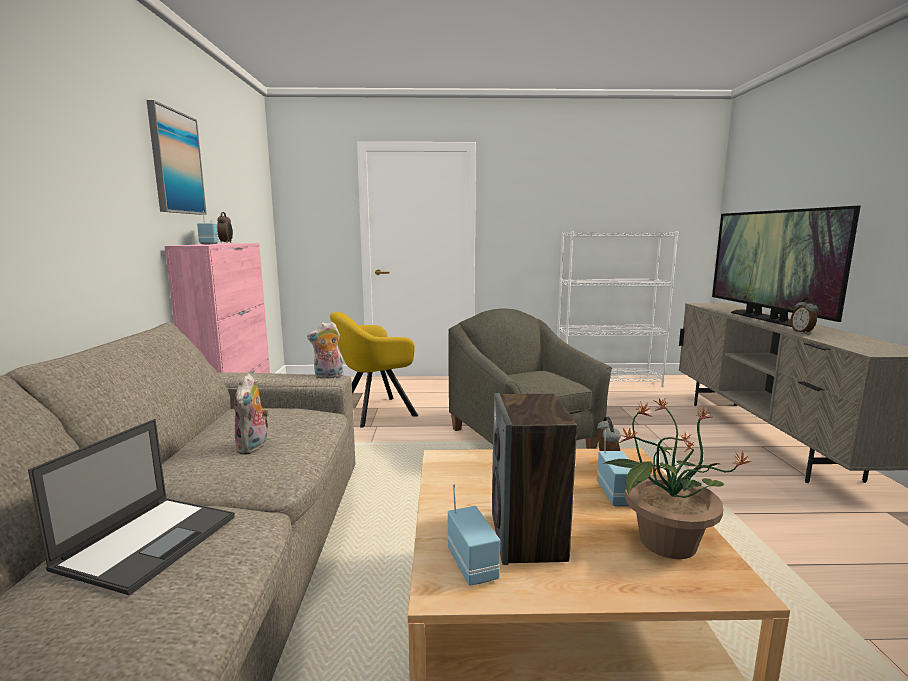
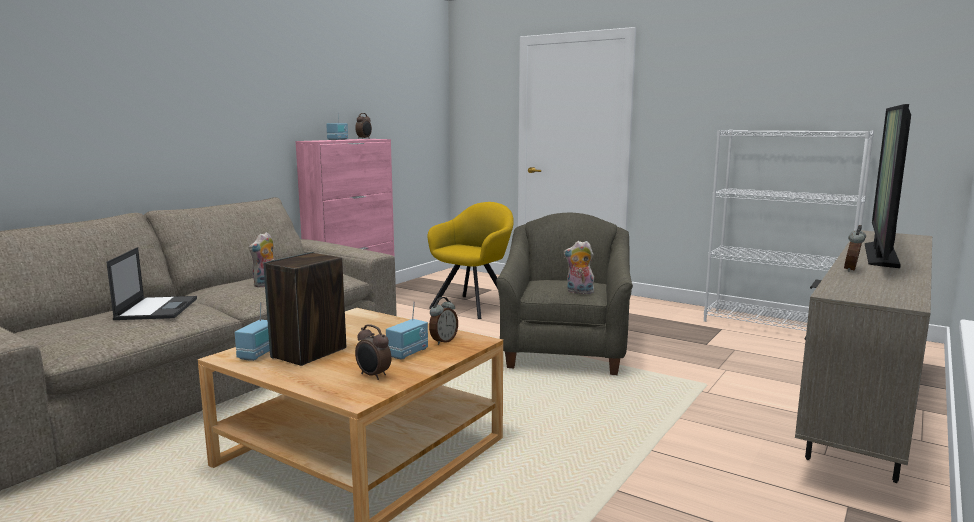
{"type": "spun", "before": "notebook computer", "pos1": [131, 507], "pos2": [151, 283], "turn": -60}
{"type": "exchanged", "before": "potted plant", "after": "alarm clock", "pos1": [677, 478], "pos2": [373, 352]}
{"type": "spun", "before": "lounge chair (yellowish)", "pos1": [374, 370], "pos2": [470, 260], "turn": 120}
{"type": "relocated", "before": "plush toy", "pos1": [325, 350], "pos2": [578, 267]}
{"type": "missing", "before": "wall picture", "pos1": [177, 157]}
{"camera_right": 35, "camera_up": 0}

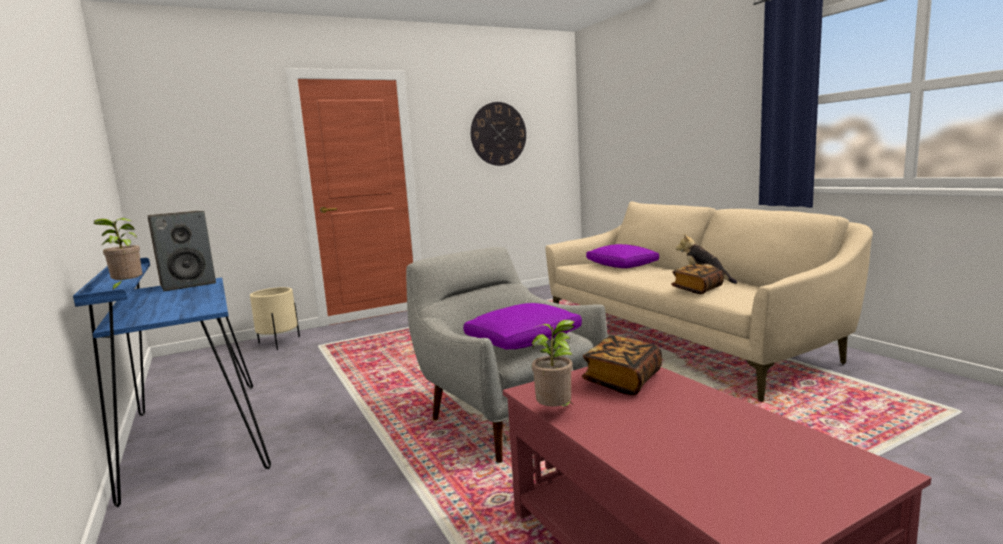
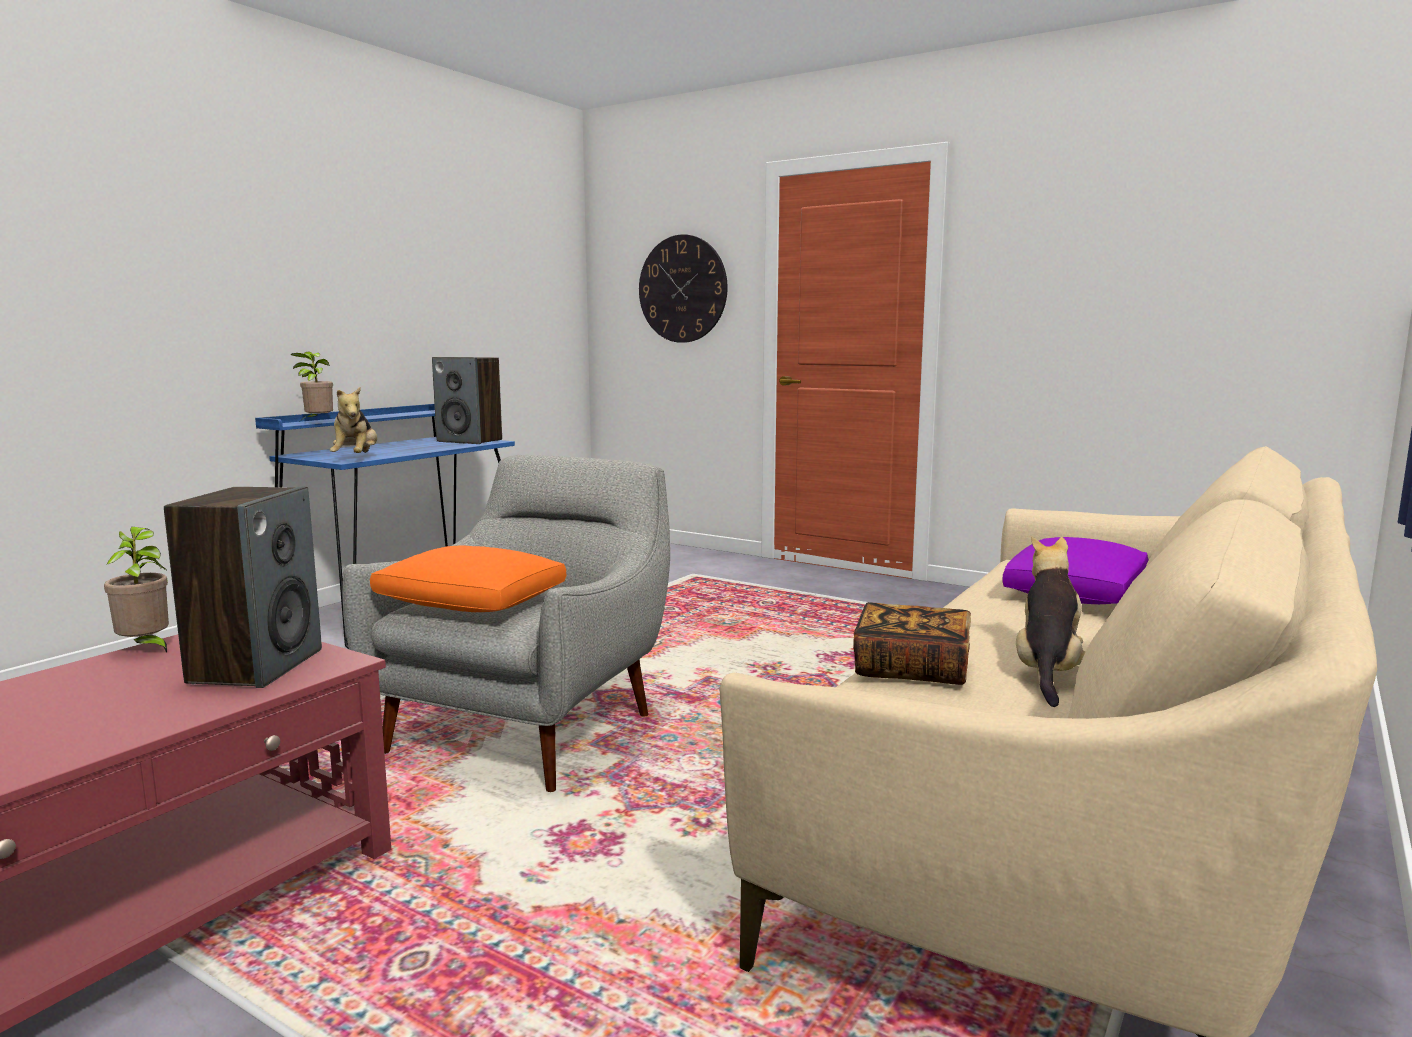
{"type": "exchanged", "before": "book", "after": "speaker", "pos1": [622, 365], "pos2": [243, 587]}
{"type": "appeared", "after": "plush toy", "pos2": [353, 420]}
{"type": "colour", "before": "throw pillow (purplish)", "after": "throw pillow (orangey)", "pos1": [522, 326], "pos2": [468, 579]}
{"type": "relocated", "before": "hanging clock", "pos1": [498, 134], "pos2": [683, 288]}
{"type": "missing", "before": "flower pot (beige)", "pos1": [275, 318]}
{"camera_right": 60, "camera_up": 0}

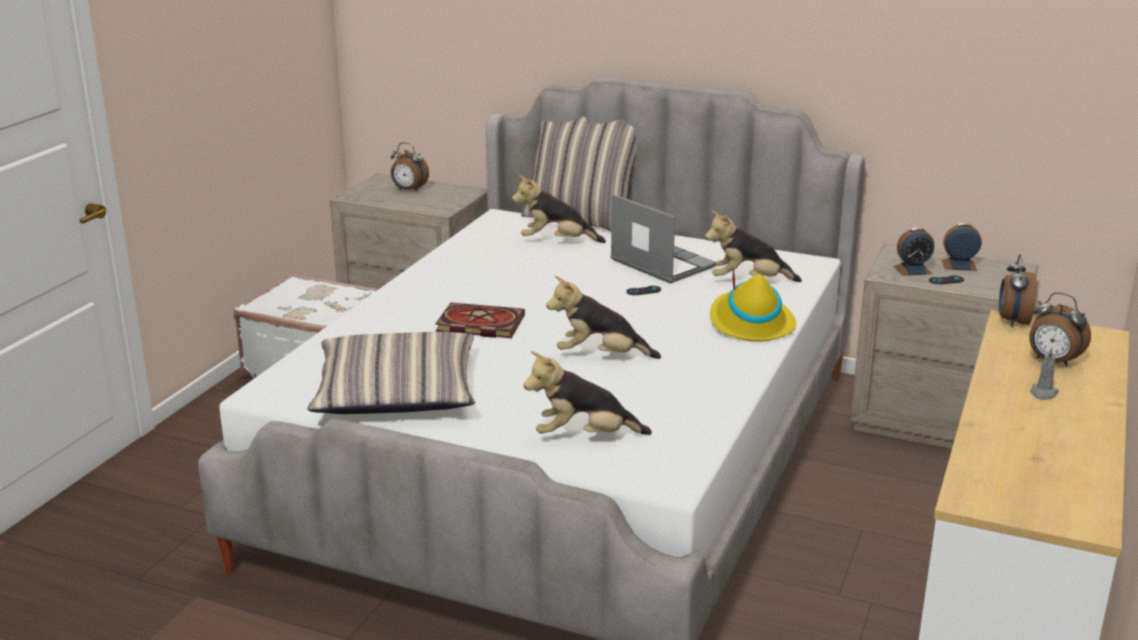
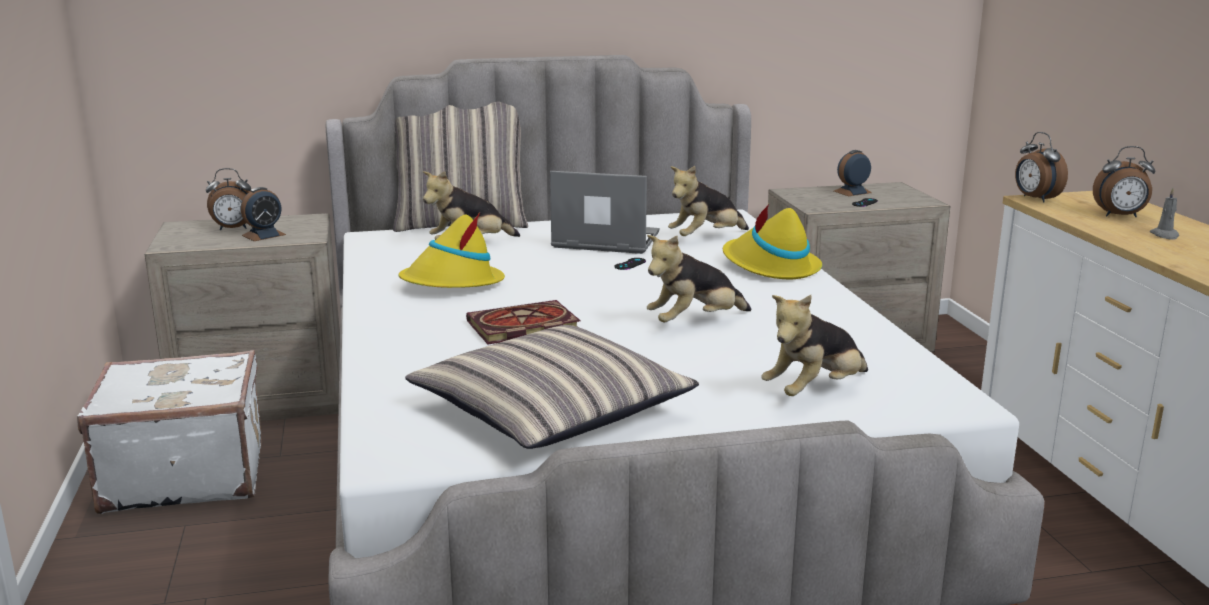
{"type": "relocated", "before": "alarm clock", "pos1": [913, 251], "pos2": [263, 214]}
{"type": "appeared", "after": "clothing hat (yellowish)", "pos2": [451, 250]}
{"camera_right": -35, "camera_up": -5}

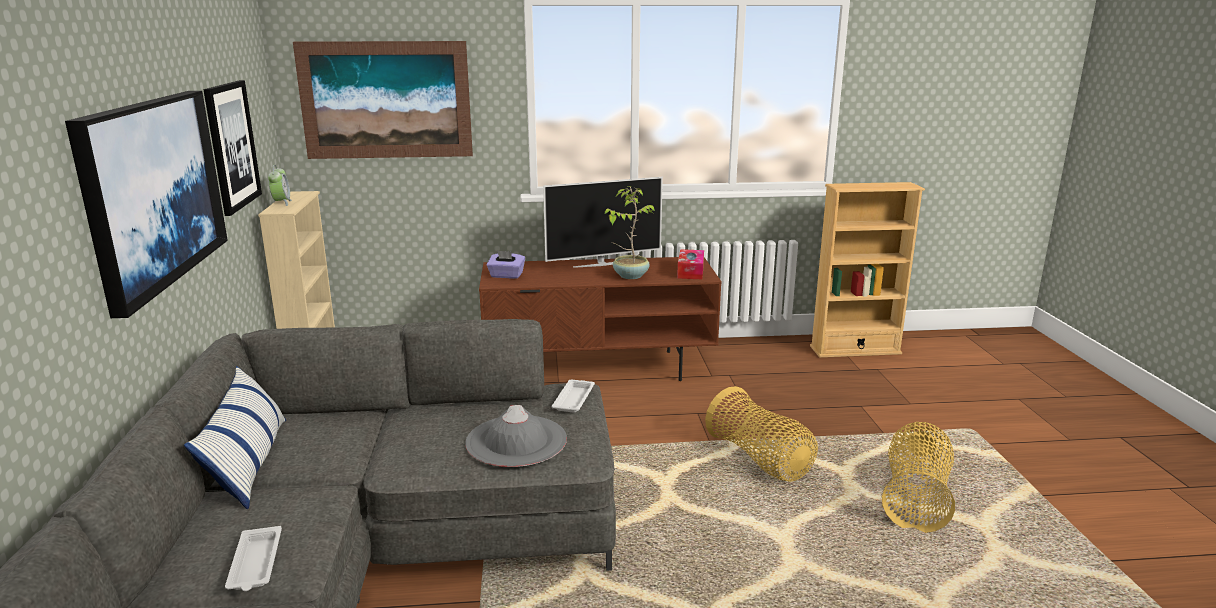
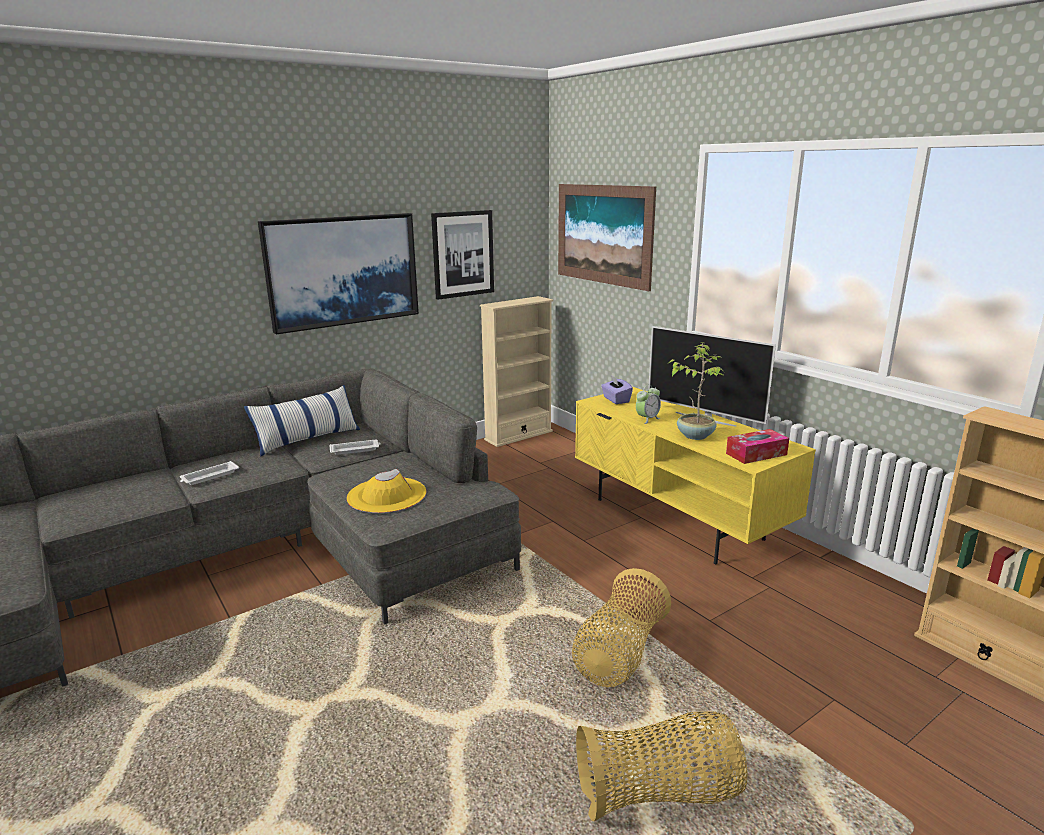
{"type": "relocated", "before": "tray (white-coloured)", "pos1": [573, 396], "pos2": [355, 447]}
{"type": "colour", "before": "clothing hat (greyish)", "after": "clothing hat (yellowish)", "pos1": [516, 436], "pos2": [386, 491]}
{"type": "colour", "before": "tv stand (brownish)", "after": "tv stand (yellowish)", "pos1": [600, 319], "pos2": [695, 475]}
{"type": "relocated", "before": "alarm clock", "pos1": [280, 185], "pos2": [648, 404]}
{"camera_right": 60, "camera_up": 0}

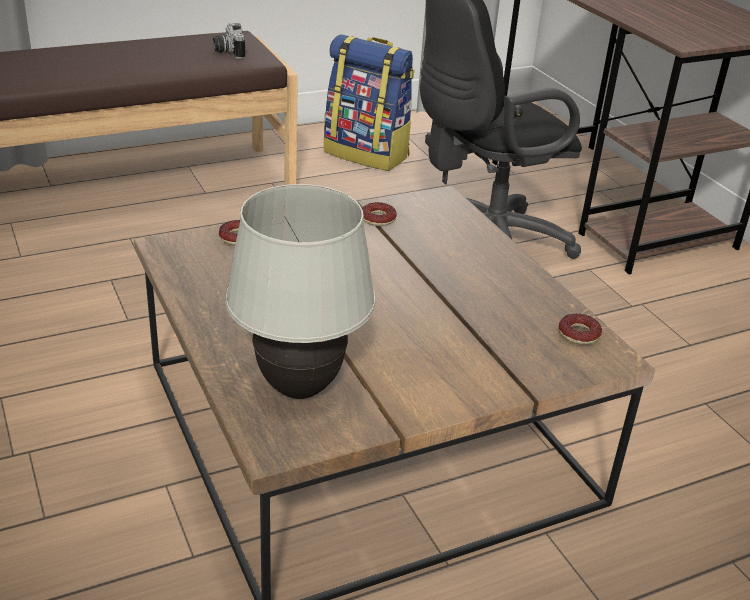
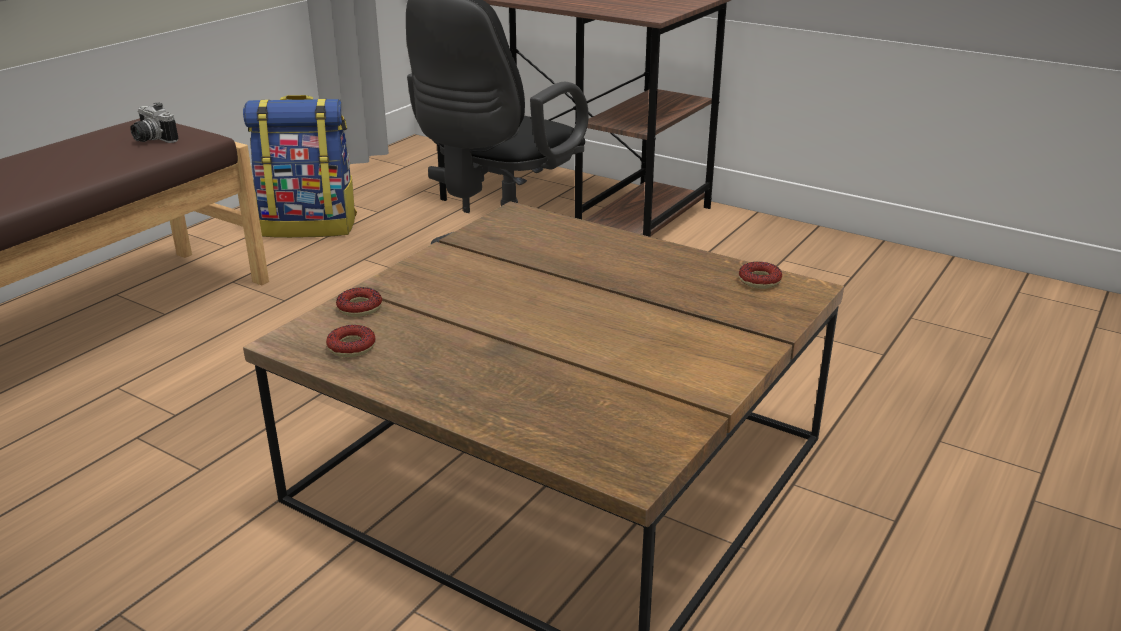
{"type": "relocated", "before": "doughnut", "pos1": [379, 214], "pos2": [351, 341]}
{"type": "missing", "before": "tabletop lamp (white-coloured)", "pos1": [300, 291]}
{"camera_right": -30, "camera_up": -5}

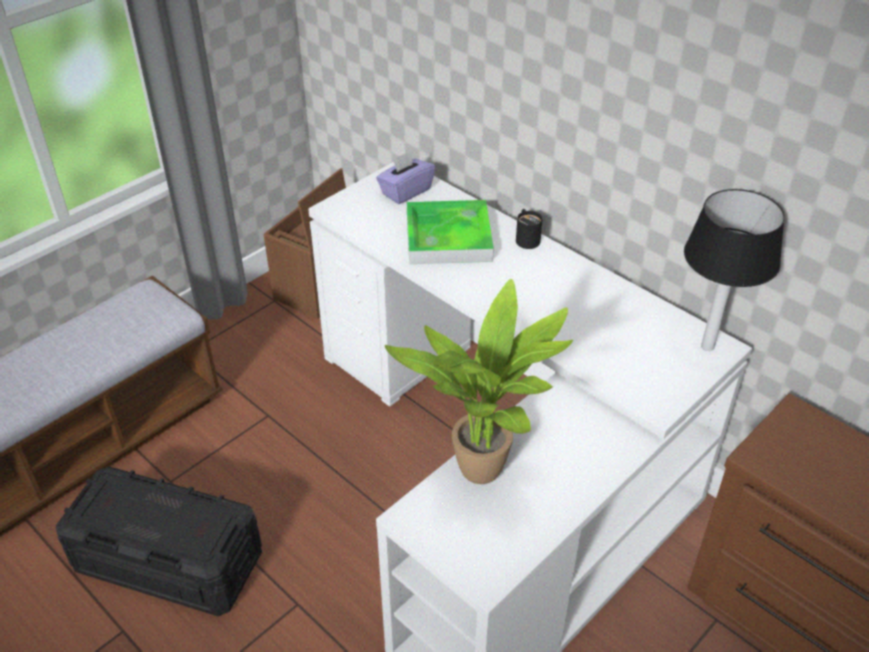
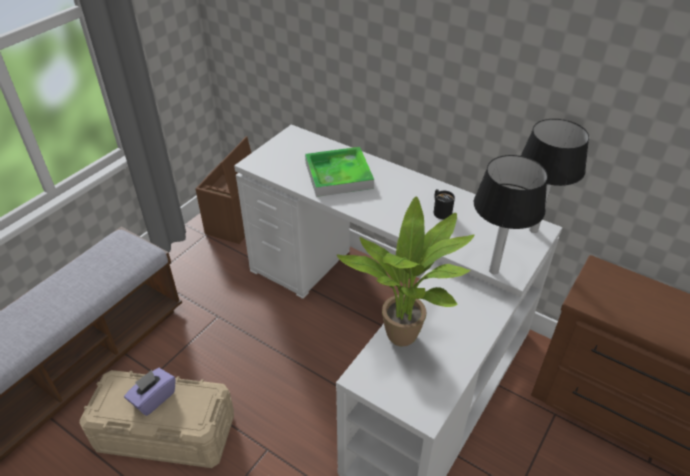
{"type": "colour", "before": "storage box (black-coloured)", "after": "storage box (beige)", "pos1": [159, 541], "pos2": [156, 419]}
{"type": "relocated", "before": "box of tissues (purplish)", "pos1": [405, 177], "pos2": [149, 392]}
{"type": "relocated", "before": "mug (black-coloured)", "pos1": [529, 229], "pos2": [444, 204]}
{"type": "appeared", "after": "tabletop lamp", "pos2": [511, 214]}
{"camera_right": -10, "camera_up": 0}

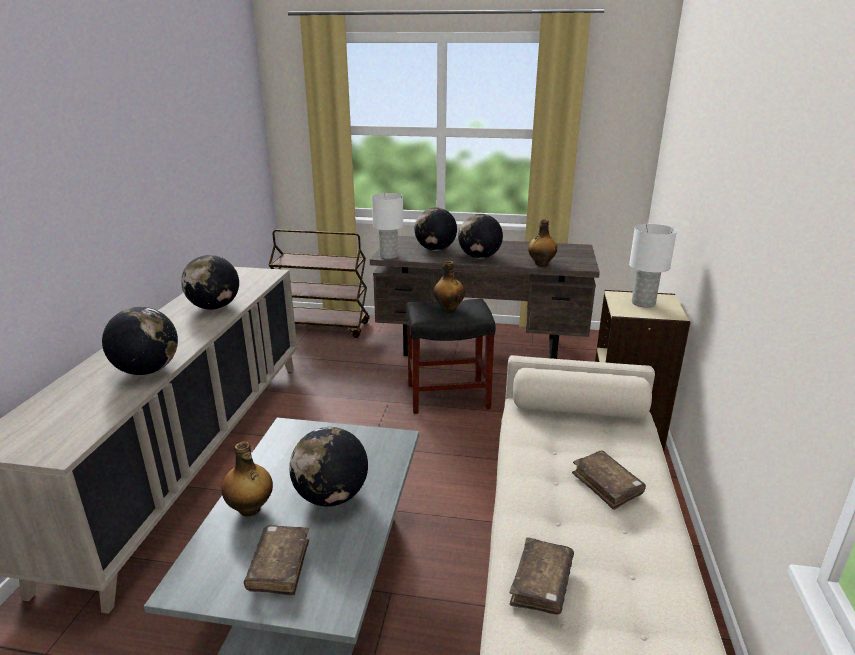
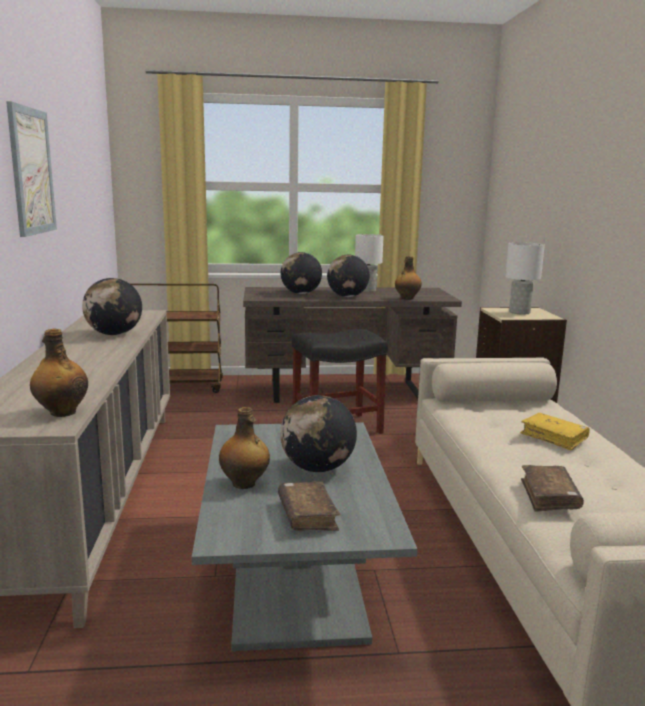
{"type": "appeared", "after": "wall picture", "pos2": [31, 169]}
{"type": "relocated", "before": "bottle", "pos1": [449, 286], "pos2": [59, 373]}
{"type": "relocated", "before": "tabletop lamp (white-coloured)", "pos1": [387, 226], "pos2": [369, 263]}
{"type": "colour", "before": "book (brownish)", "after": "book (yellowish)", "pos1": [609, 480], "pos2": [554, 432]}
{"type": "missing", "before": "desk globe", "pos1": [140, 341]}
{"camera_right": -15, "camera_up": -10}

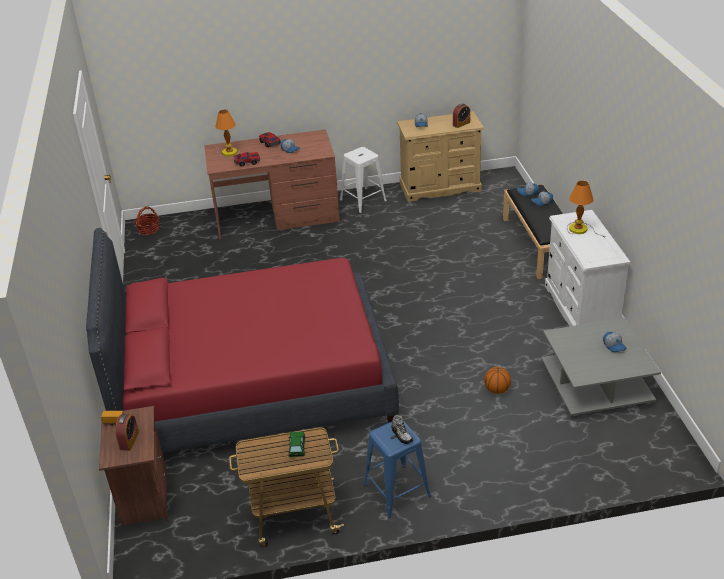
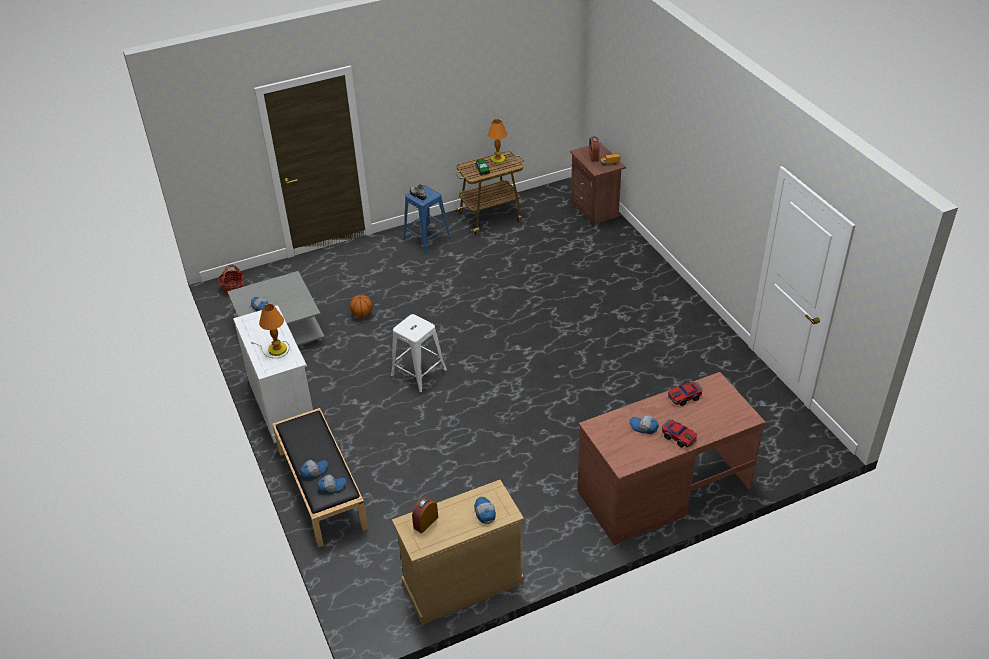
{"type": "relocated", "before": "household basket", "pos1": [147, 220], "pos2": [231, 279]}
{"type": "relocated", "before": "stool seat (white-coloured)", "pos1": [363, 180], "pos2": [419, 353]}
{"type": "relocated", "before": "tabletop lamp", "pos1": [226, 133], "pos2": [504, 142]}
{"type": "missing", "before": "sleeping bed (red)", "pos1": [242, 340]}
{"camera_right": 165, "camera_up": 5}

